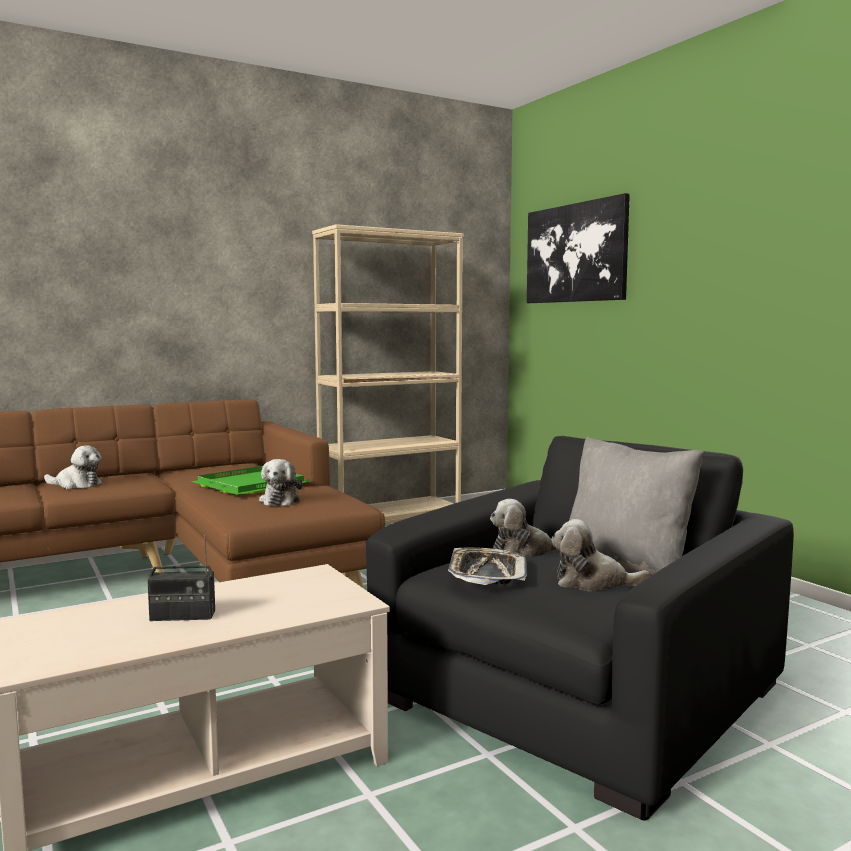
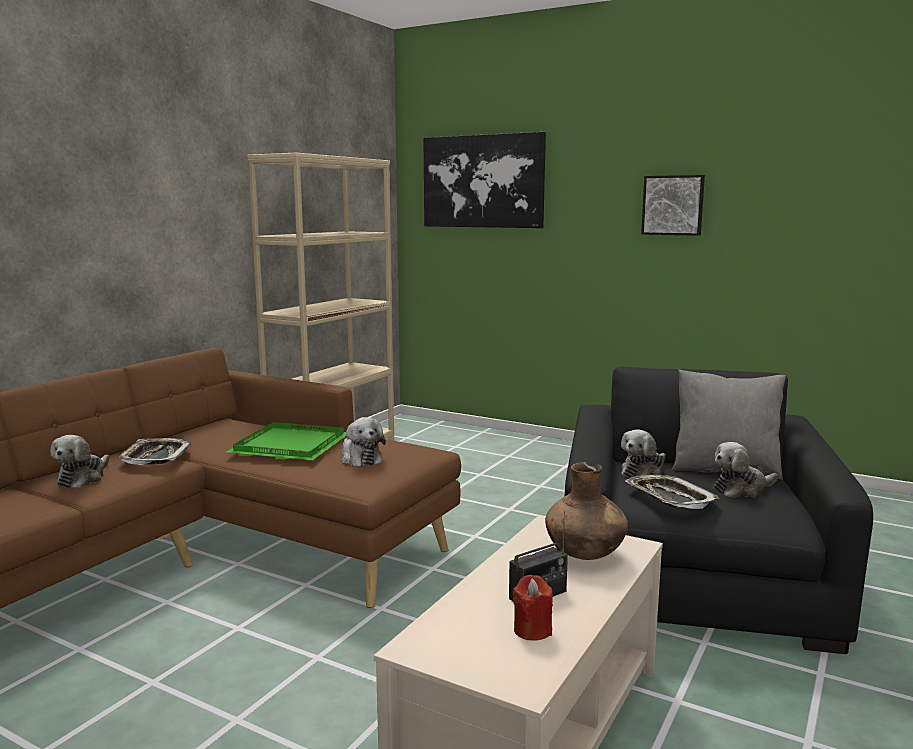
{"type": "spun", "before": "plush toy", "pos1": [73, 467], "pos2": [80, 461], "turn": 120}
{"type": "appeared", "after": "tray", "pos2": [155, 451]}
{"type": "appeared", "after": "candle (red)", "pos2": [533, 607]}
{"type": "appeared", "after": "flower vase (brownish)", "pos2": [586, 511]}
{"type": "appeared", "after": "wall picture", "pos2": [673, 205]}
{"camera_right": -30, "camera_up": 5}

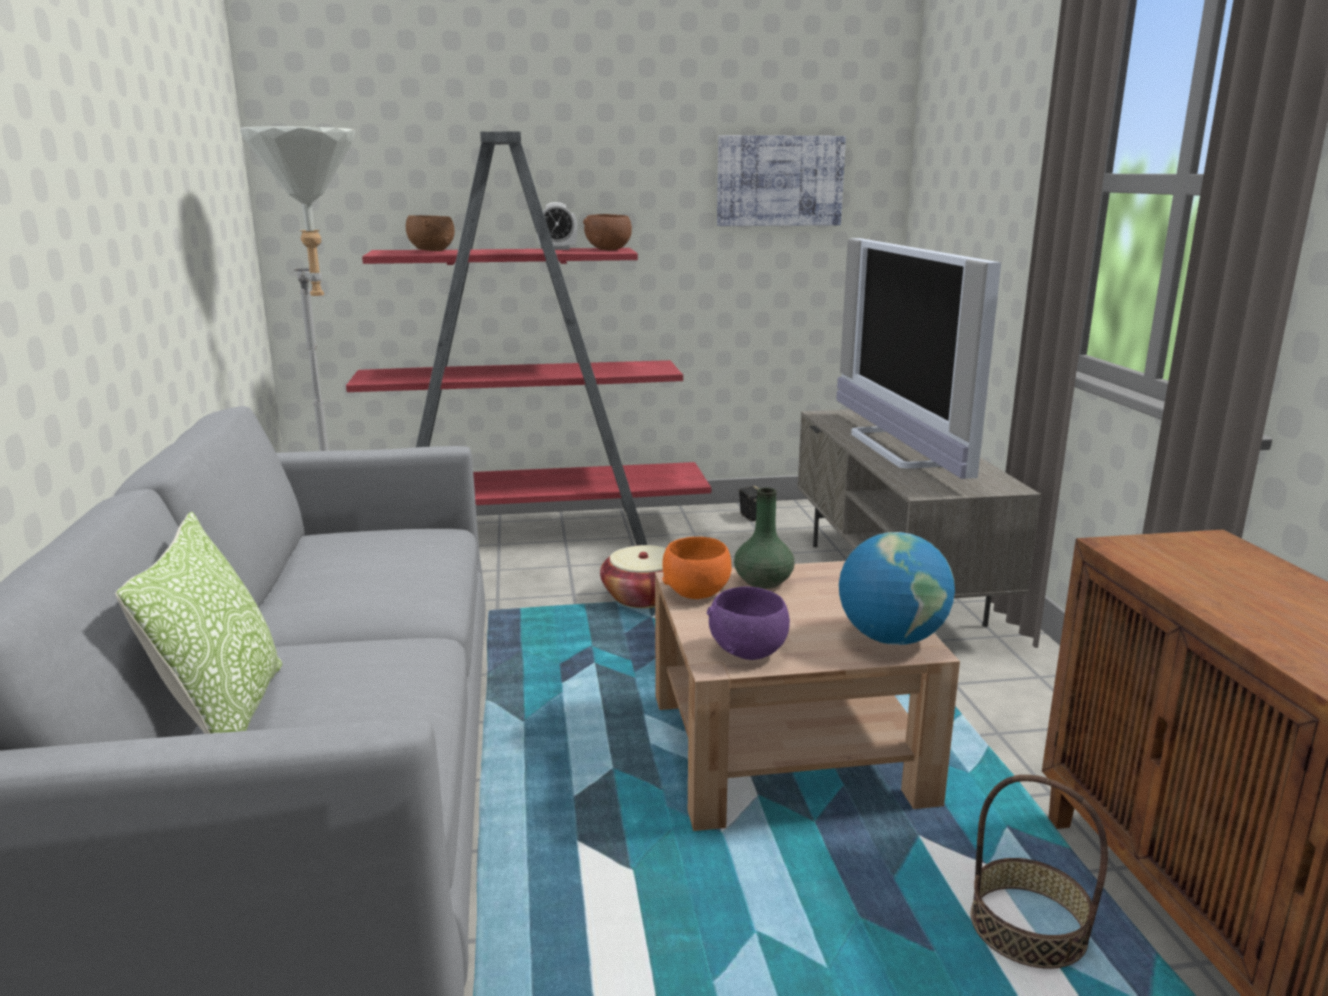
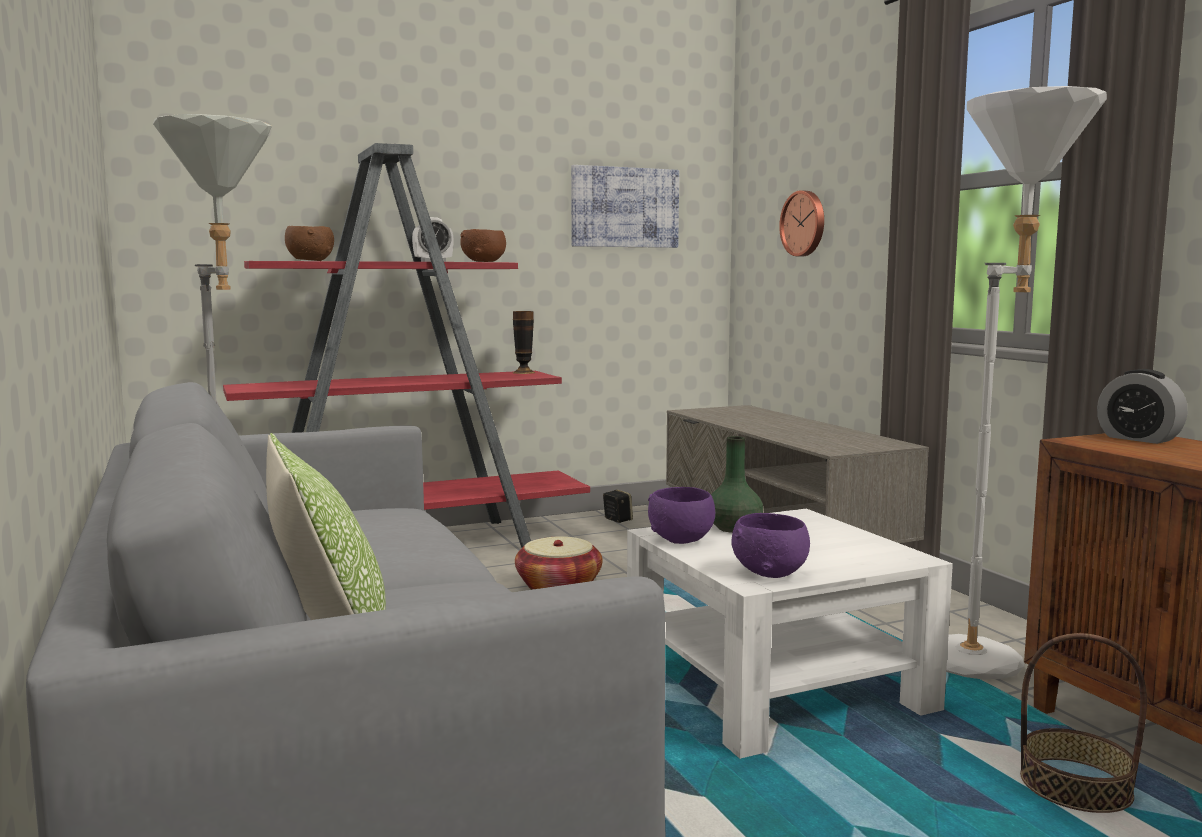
{"type": "appeared", "after": "flower vase", "pos2": [524, 342]}
{"type": "colour", "before": "lounge table (brownish)", "after": "lounge table (white-coloured)", "pos1": [807, 696], "pos2": [790, 634]}
{"type": "colour", "before": "deep dish (orangey)", "after": "deep dish (purplish)", "pos1": [697, 568], "pos2": [681, 515]}
{"type": "appeared", "after": "hanging clock", "pos2": [801, 223]}
{"type": "appeared", "after": "floor lamp (white-coloured)", "pos2": [1026, 382]}
{"type": "appeared", "after": "alarm clock", "pos2": [1142, 406]}
{"type": "missing", "before": "television", "pos1": [918, 358]}
{"type": "missing", "before": "desk globe", "pos1": [897, 588]}
{"camera_right": -15, "camera_up": -10}

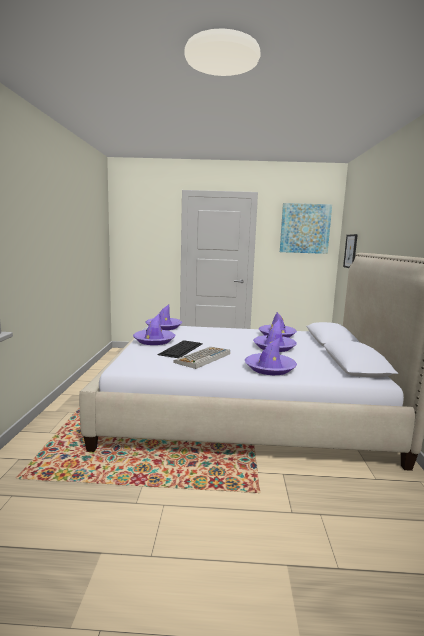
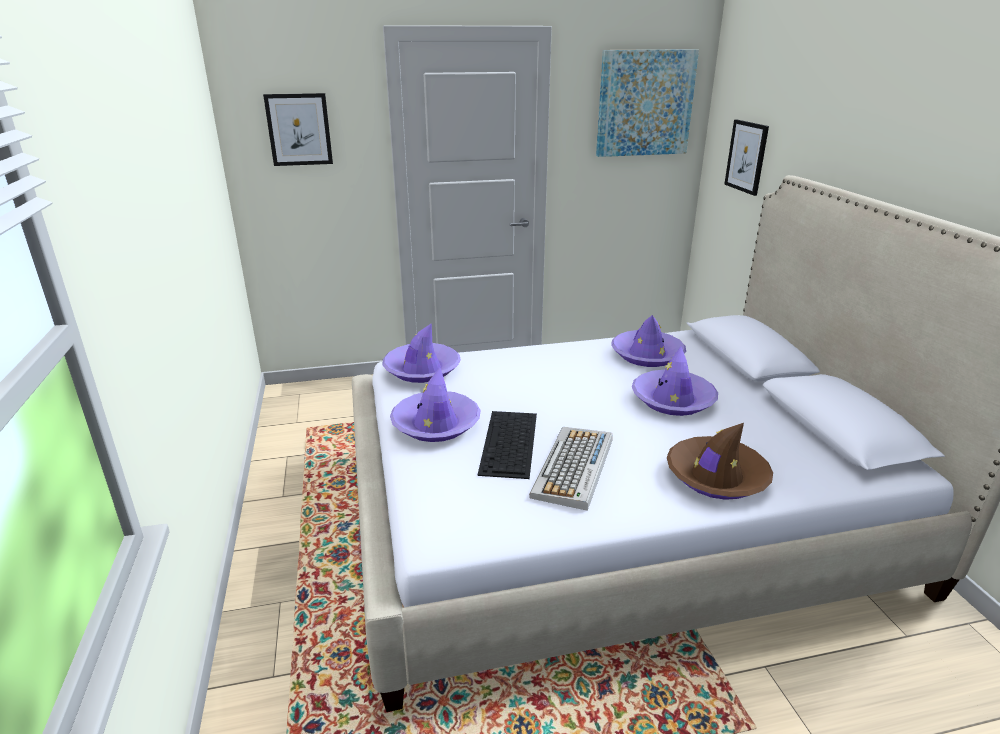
{"type": "appeared", "after": "wall picture", "pos2": [298, 129]}
{"type": "colour", "before": "clothing hat (purplish)", "after": "clothing hat (brownish)", "pos1": [271, 356], "pos2": [720, 461]}
{"camera_right": -15, "camera_up": 15}

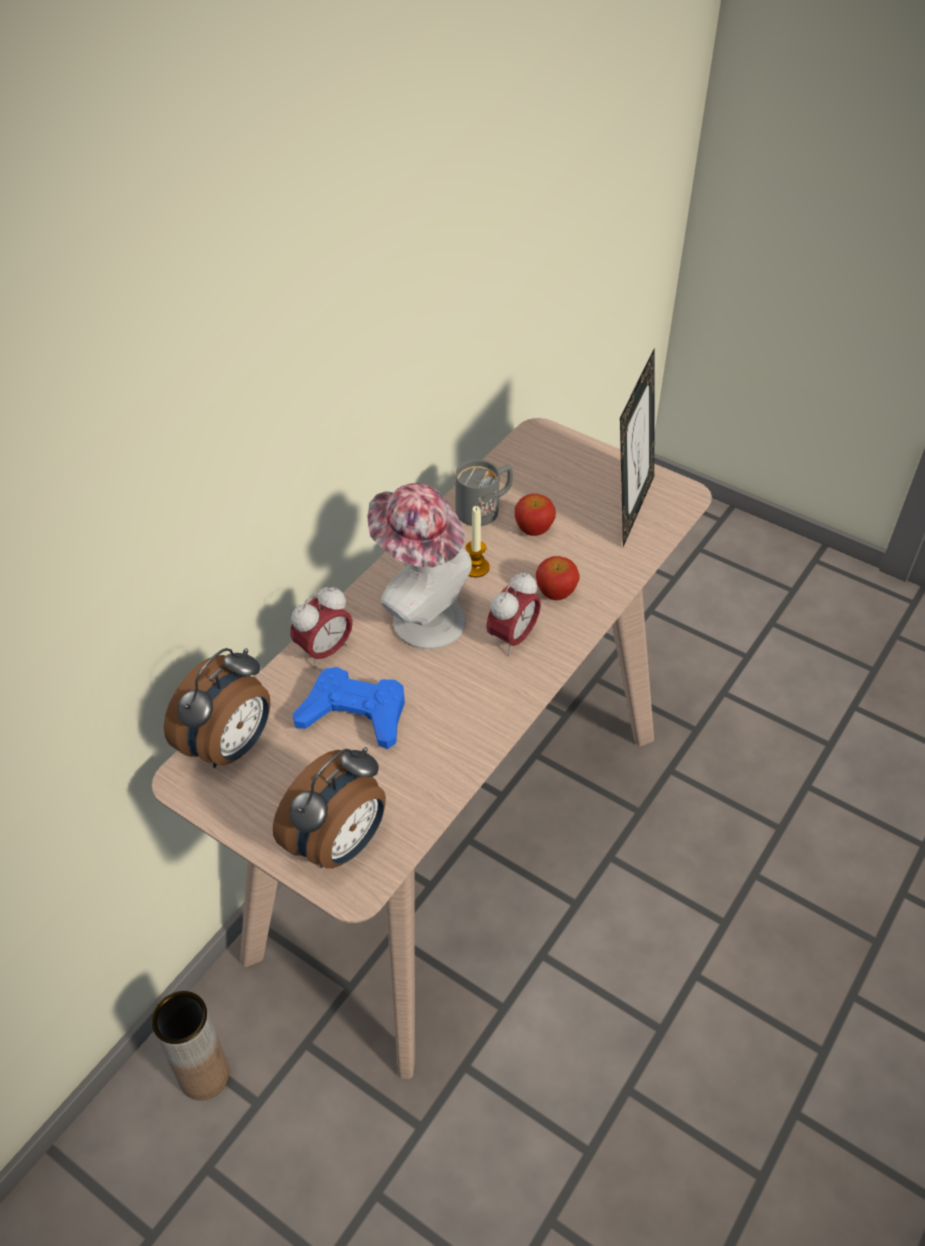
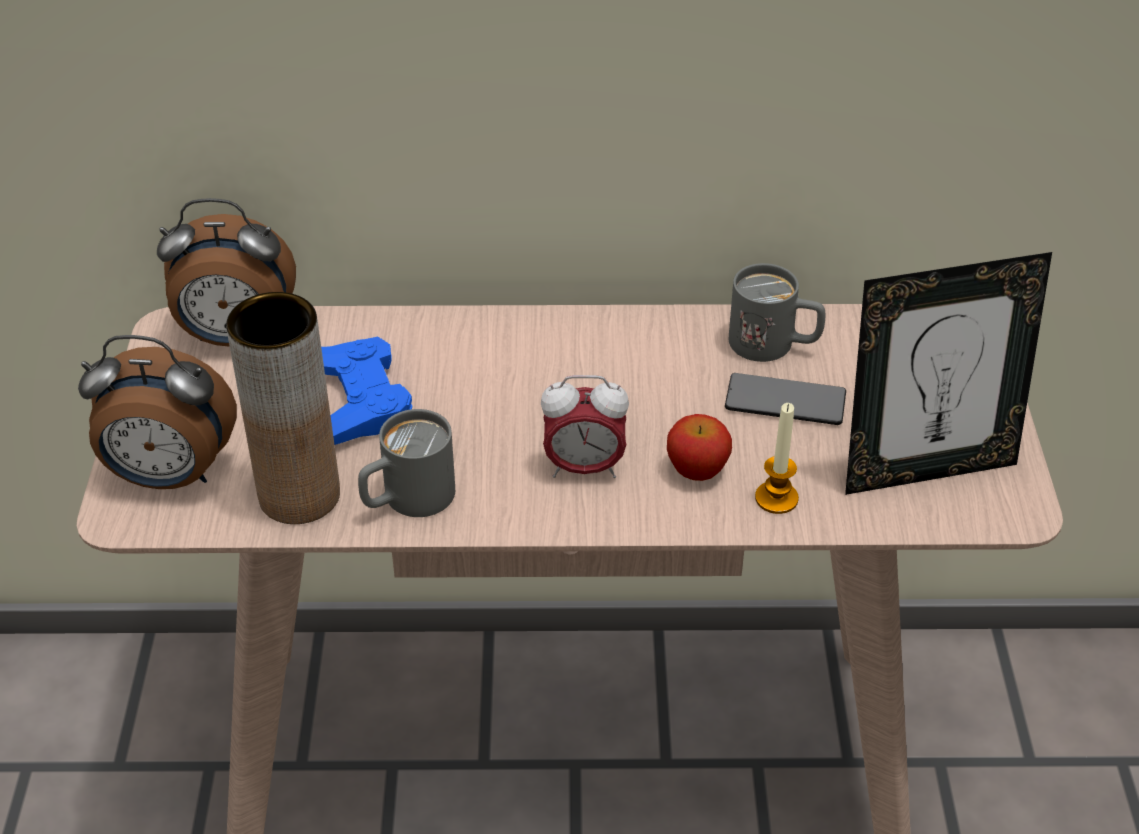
{"type": "relocated", "before": "flower vase (brownish)", "pos1": [190, 1045], "pos2": [283, 408]}
{"type": "appeared", "after": "mug (greyish)", "pos2": [406, 463]}
{"type": "exchanged", "before": "apple", "after": "phone", "pos1": [535, 515], "pos2": [785, 399]}
{"type": "relocated", "before": "candle", "pos1": [478, 541], "pos2": [777, 458]}
{"type": "missing", "before": "alarm clock", "pos1": [321, 627]}
{"type": "missing", "before": "clothing hat", "pos1": [419, 566]}
{"camera_right": 55, "camera_up": -5}

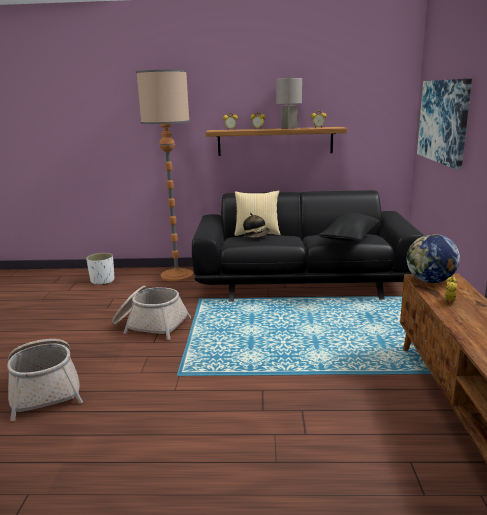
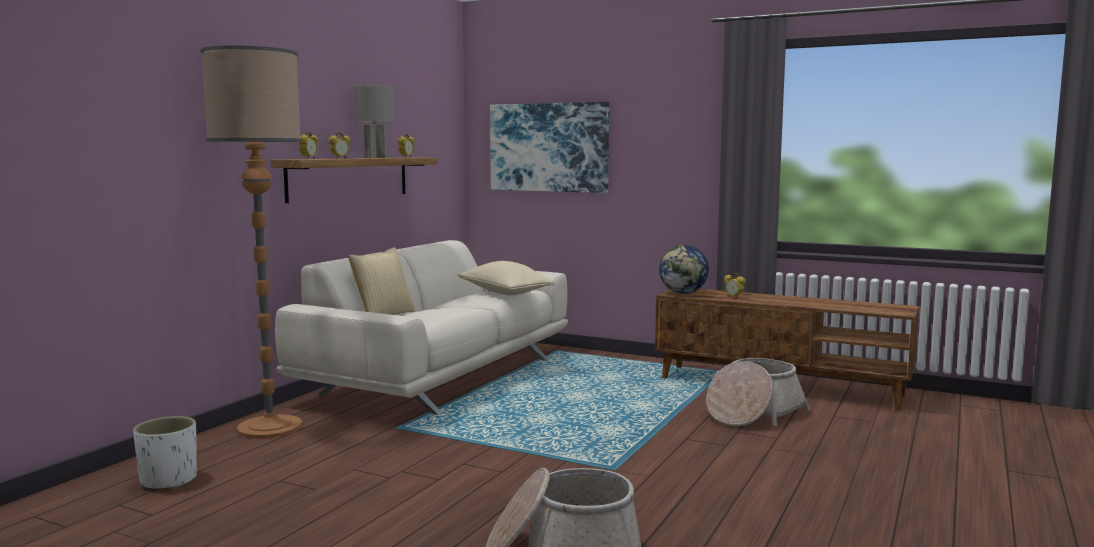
{"type": "colour", "before": "settee (black-coloured)", "after": "settee (beige)", "pos1": [308, 245], "pos2": [421, 327]}
{"type": "colour", "before": "throw pillow (black-coloured)", "after": "throw pillow (beige)", "pos1": [349, 227], "pos2": [506, 278]}
{"type": "relocated", "before": "household basket", "pos1": [151, 313], "pos2": [758, 392]}
{"type": "missing", "before": "clothing hat", "pos1": [256, 225]}
{"camera_right": -65, "camera_up": -10}

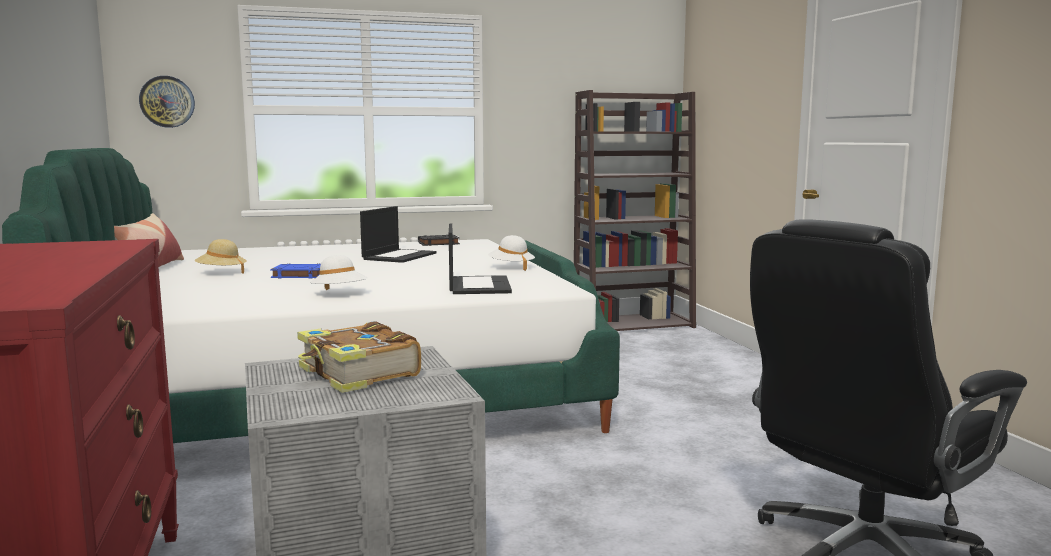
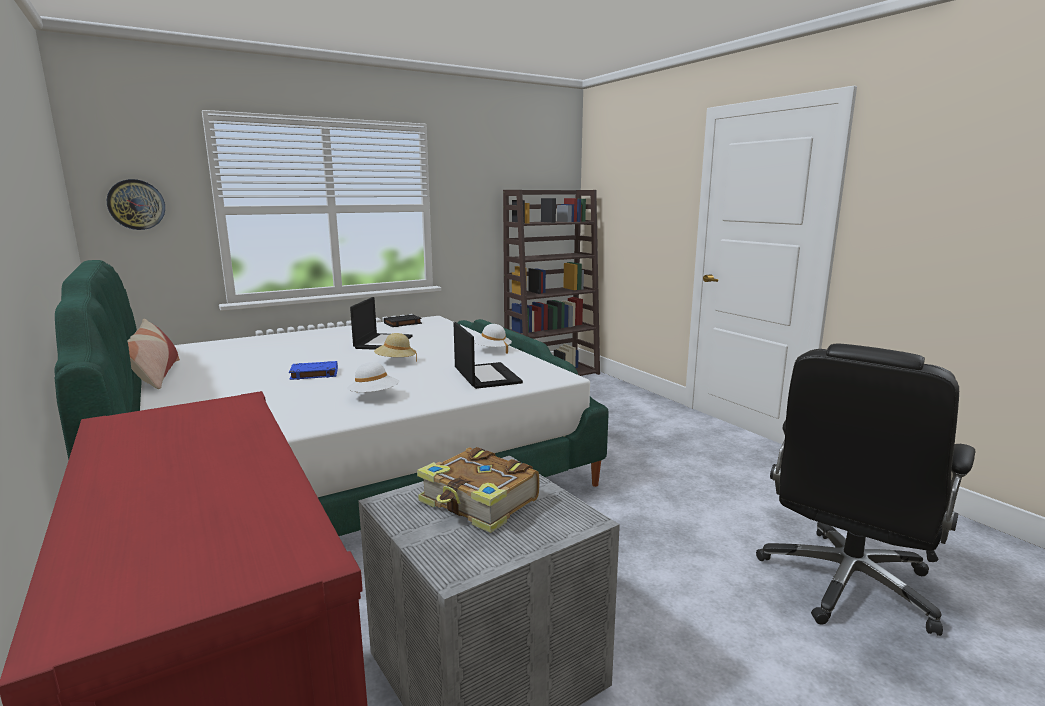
{"type": "relocated", "before": "clothing hat (beige)", "pos1": [220, 256], "pos2": [395, 347]}
{"camera_right": -15, "camera_up": 5}

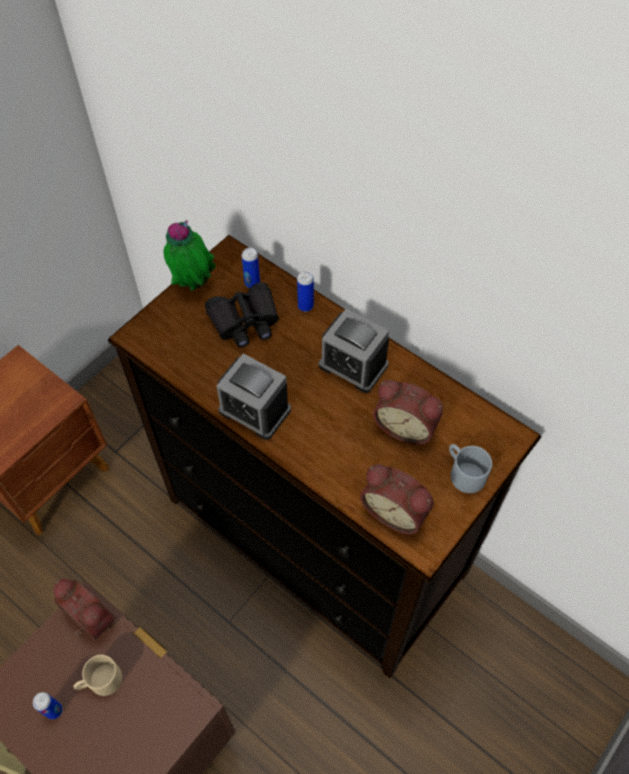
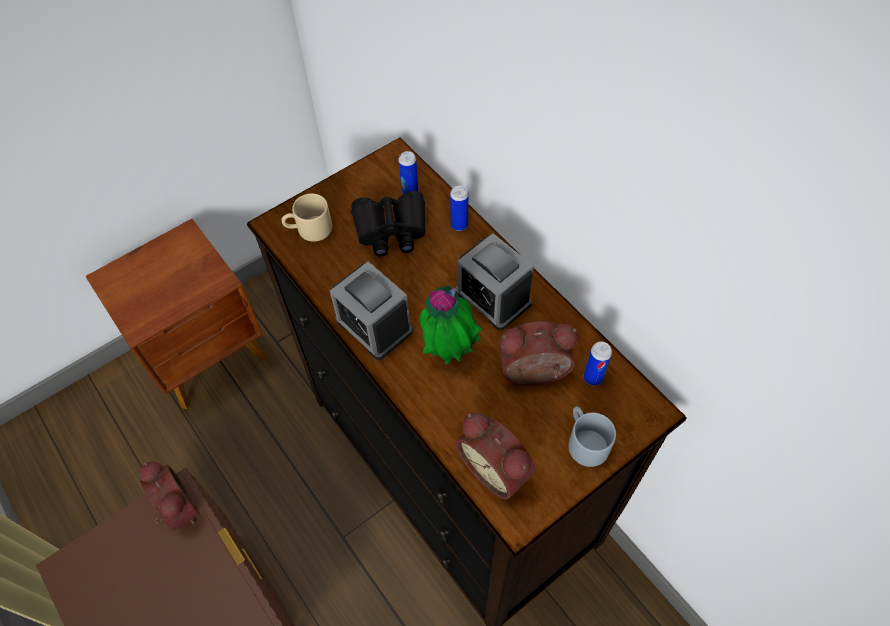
{"type": "relocated", "before": "mug (beige)", "pos1": [97, 675], "pos2": [306, 218]}
{"type": "relocated", "before": "potted plant", "pos1": [189, 255], "pos2": [450, 325]}
{"type": "spun", "before": "alarm clock", "pos1": [408, 412], "pos2": [538, 353], "turn": 135}
{"type": "relocated", "before": "can", "pos1": [47, 705], "pos2": [598, 363]}
{"camera_right": 15, "camera_up": 0}

